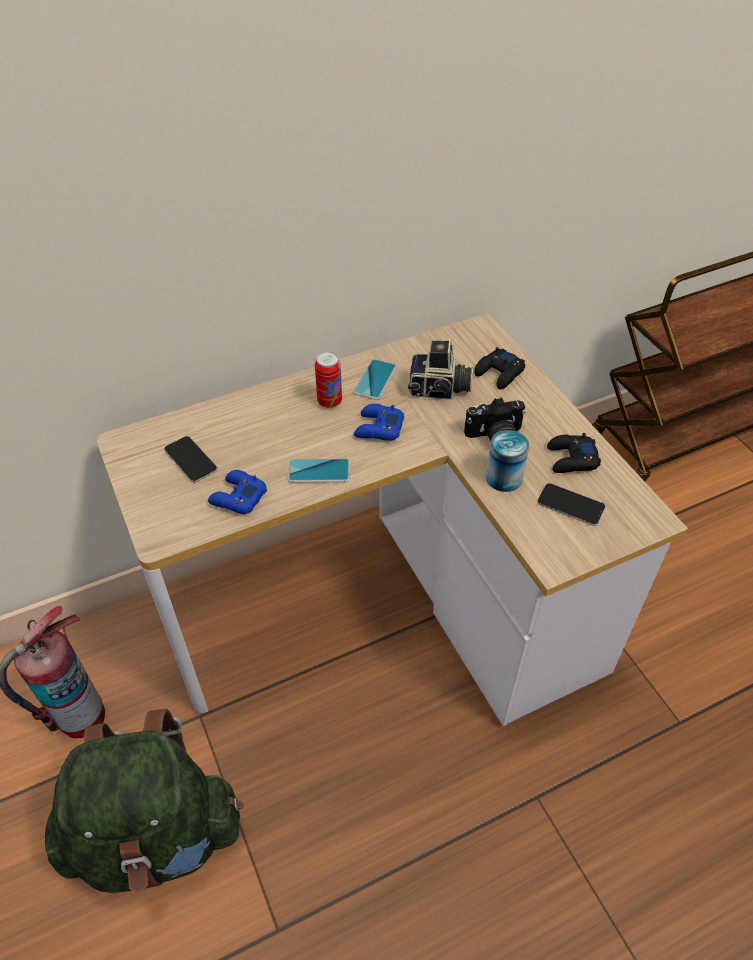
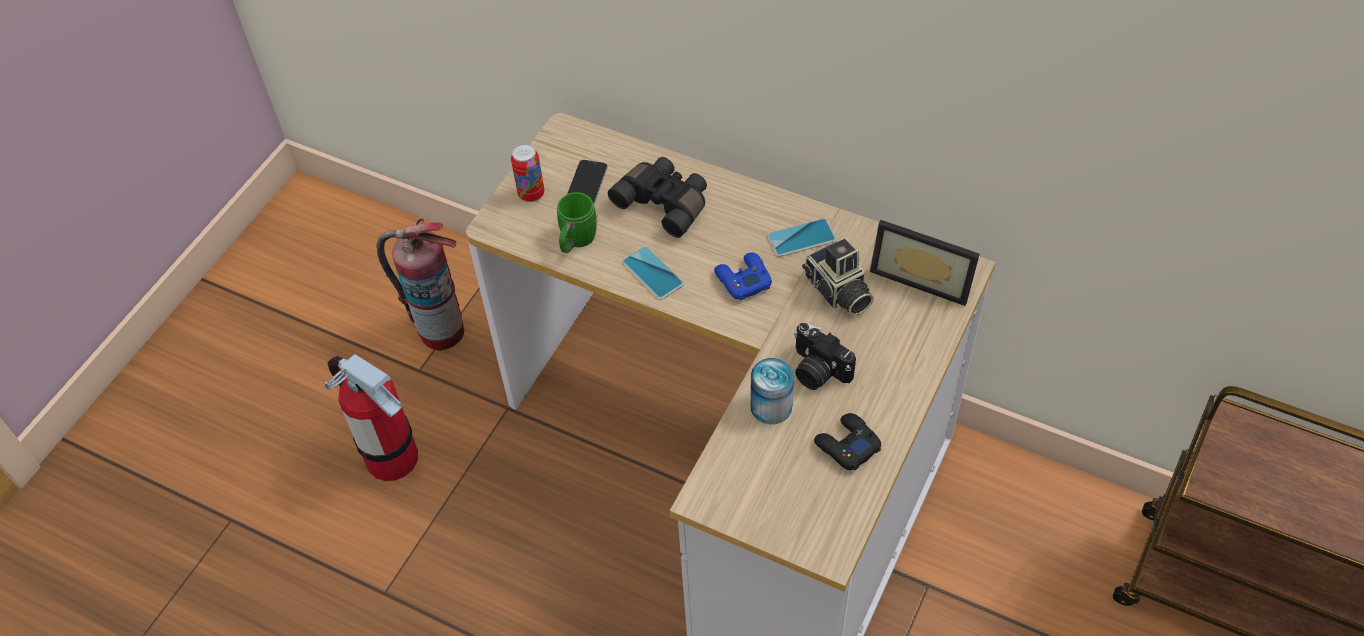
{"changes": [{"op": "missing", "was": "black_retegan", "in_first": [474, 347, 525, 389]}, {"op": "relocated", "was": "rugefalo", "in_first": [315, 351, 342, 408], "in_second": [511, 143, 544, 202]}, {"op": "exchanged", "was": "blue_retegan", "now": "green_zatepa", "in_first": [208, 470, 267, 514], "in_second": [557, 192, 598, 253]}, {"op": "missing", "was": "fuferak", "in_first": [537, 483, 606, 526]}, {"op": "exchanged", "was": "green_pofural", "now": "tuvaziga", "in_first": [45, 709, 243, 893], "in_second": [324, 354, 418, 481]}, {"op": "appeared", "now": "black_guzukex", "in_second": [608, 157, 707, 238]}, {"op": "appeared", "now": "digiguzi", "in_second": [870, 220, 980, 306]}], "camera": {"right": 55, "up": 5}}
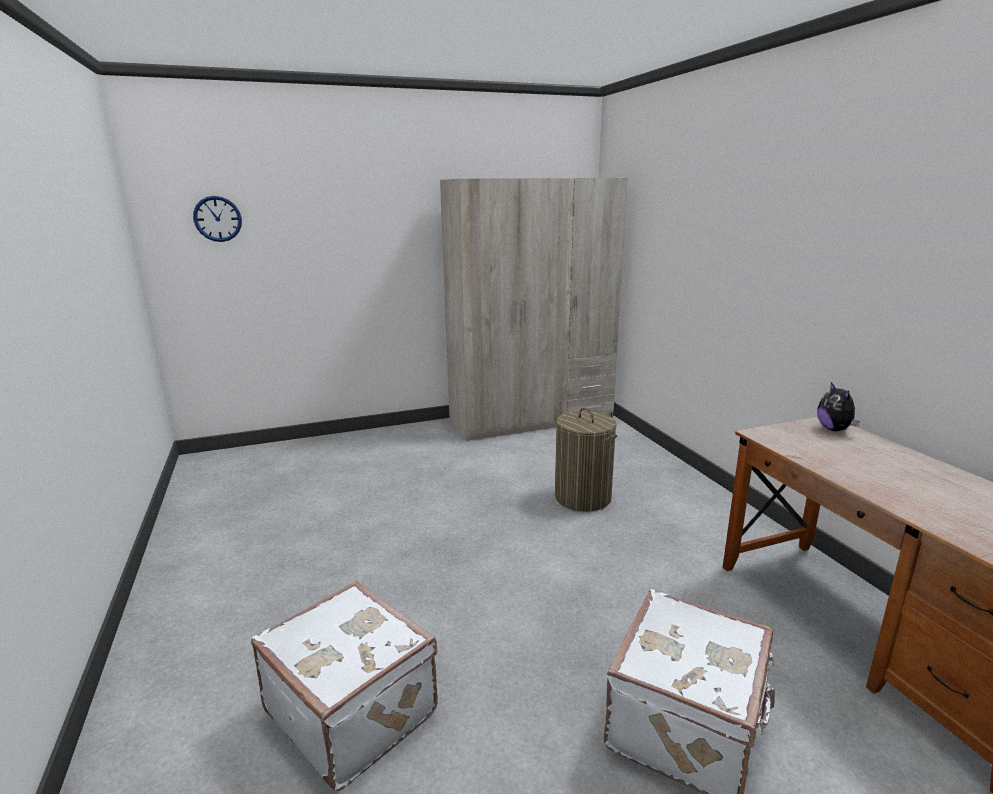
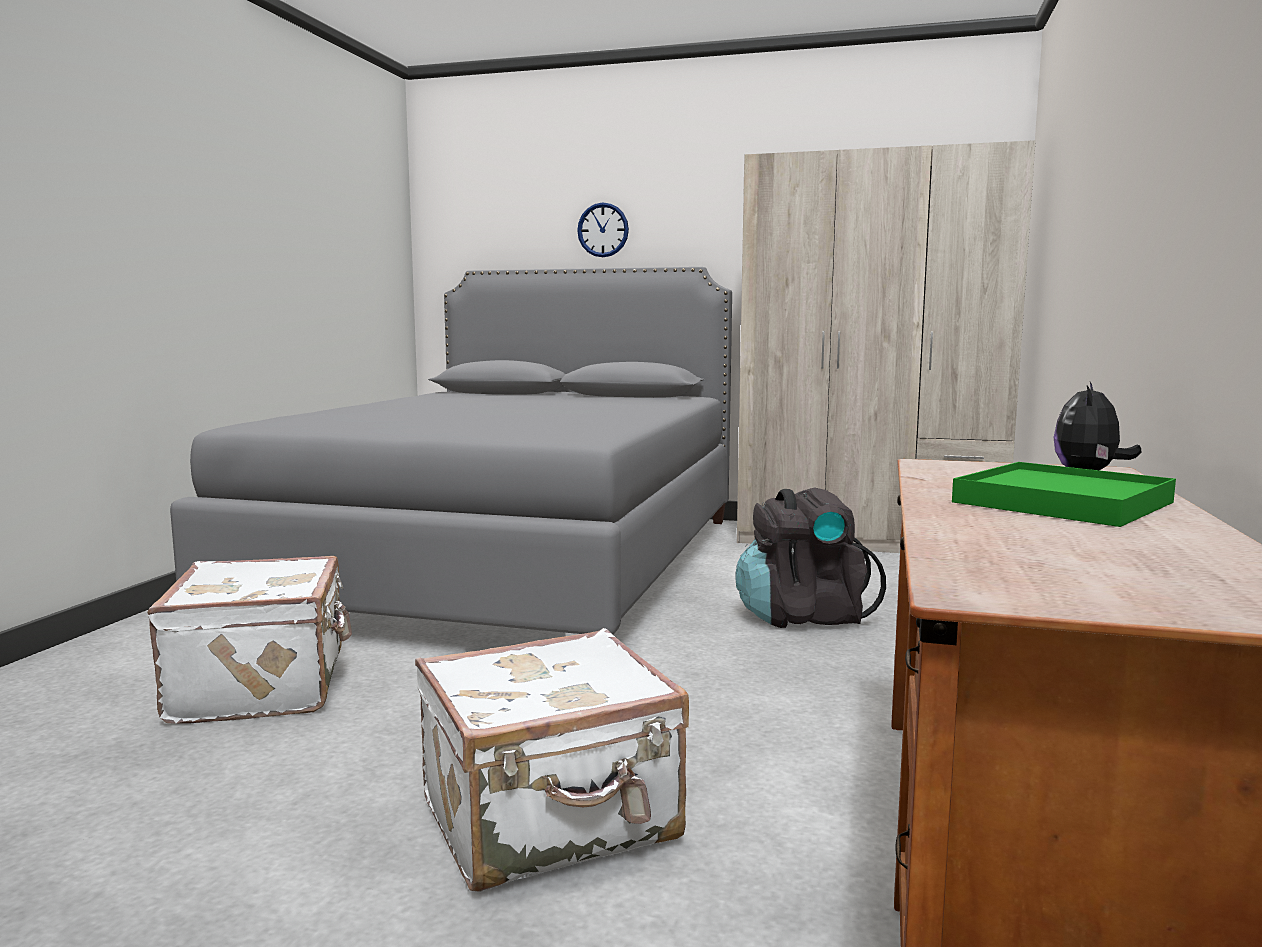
{"changes": [{"op": "relocated", "was": "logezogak", "in_first": [193, 196, 242, 242], "in_second": [577, 202, 629, 257]}, {"op": "exchanged", "was": "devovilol", "now": "black_pofural", "in_first": [555, 408, 617, 512], "in_second": [736, 487, 886, 628]}, {"op": "appeared", "now": "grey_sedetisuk", "in_second": [170, 267, 732, 635]}, {"op": "appeared", "now": "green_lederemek", "in_second": [952, 462, 1176, 527]}], "camera": {"right": 35, "up": -10}}
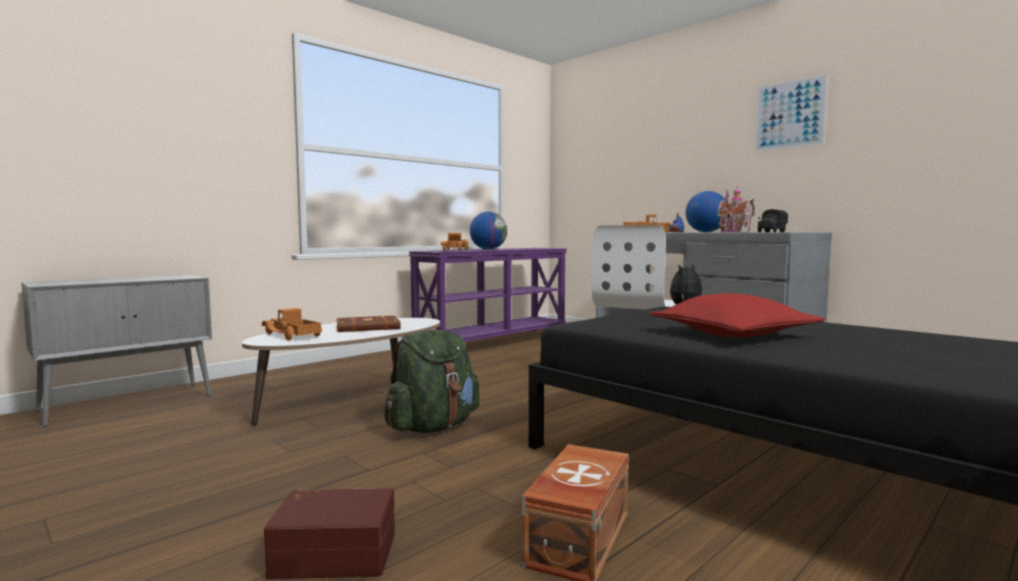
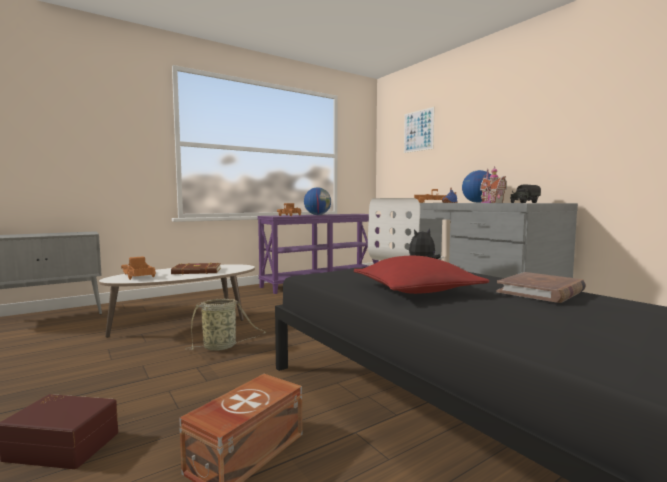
{"changes": [{"op": "relocated", "was": "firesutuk", "in_first": [755, 74, 828, 152], "in_second": [404, 107, 435, 153]}, {"op": "exchanged", "was": "green_pofural", "now": "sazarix", "in_first": [384, 330, 480, 433], "in_second": [185, 299, 266, 351]}, {"op": "appeared", "now": "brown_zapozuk", "in_second": [496, 272, 586, 303]}], "camera": {"right": 10, "up": 0}}
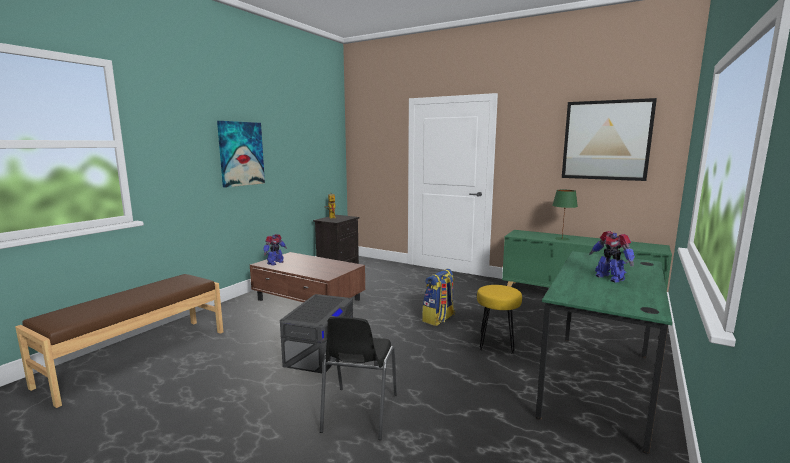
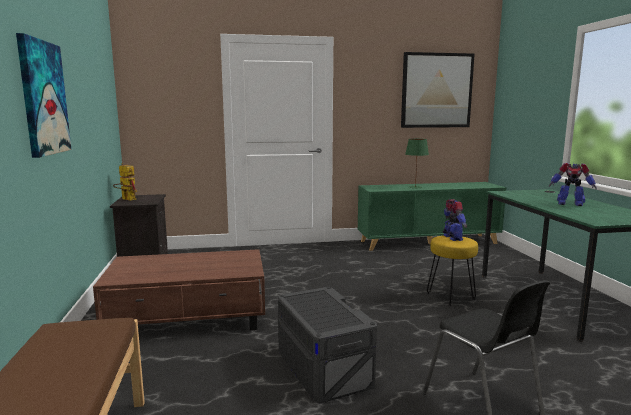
{"changes": [{"op": "relocated", "was": "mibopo", "in_first": [263, 234, 287, 265], "in_second": [443, 199, 467, 241]}, {"op": "missing", "was": "pofural", "in_first": [422, 269, 455, 326]}], "camera": {"right": -40, "up": 0}}
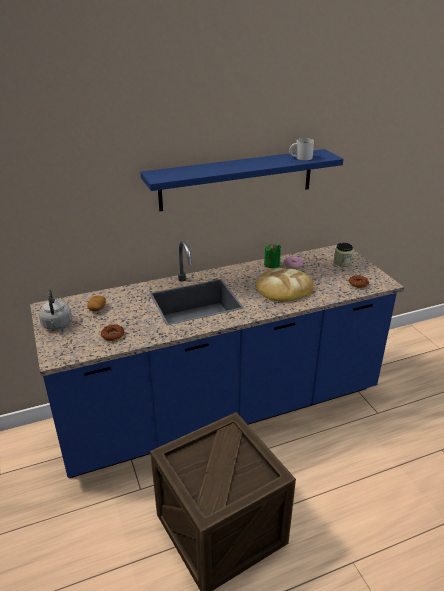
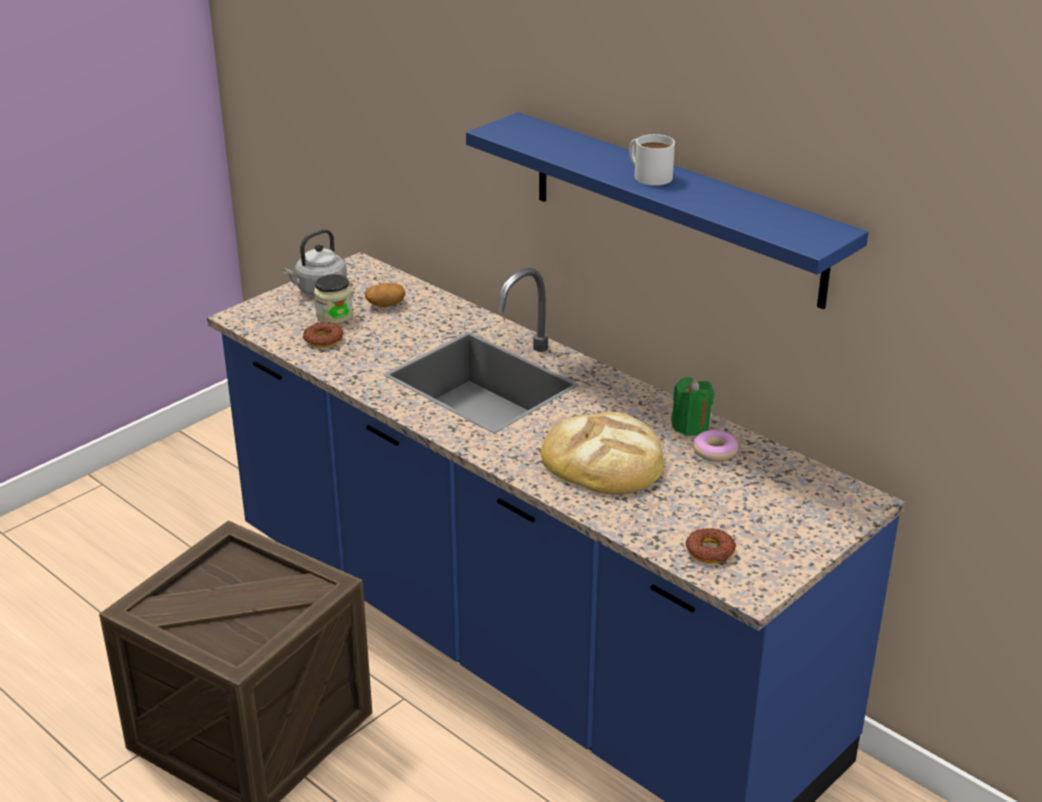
{"changes": [{"op": "relocated", "was": "white_zatepa", "in_first": [289, 138, 314, 160], "in_second": [629, 134, 675, 185]}, {"op": "relocated", "was": "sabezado", "in_first": [334, 243, 354, 267], "in_second": [314, 274, 353, 324]}], "camera": {"right": 65, "up": 0}}
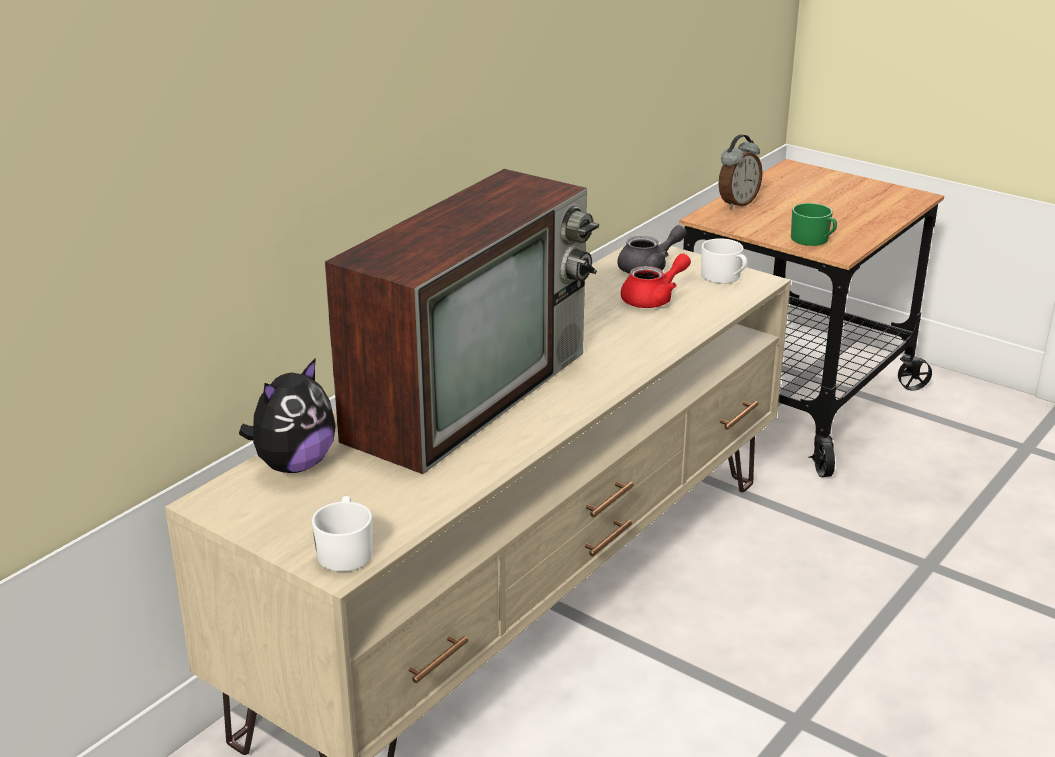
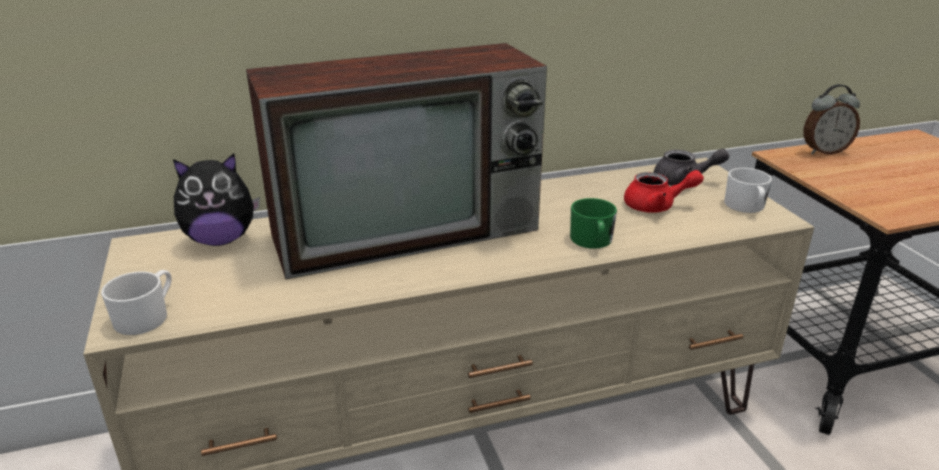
{"changes": [{"op": "relocated", "was": "green_zatepa", "in_first": [791, 203, 837, 246], "in_second": [570, 198, 617, 249]}], "camera": {"right": 35, "up": 0}}
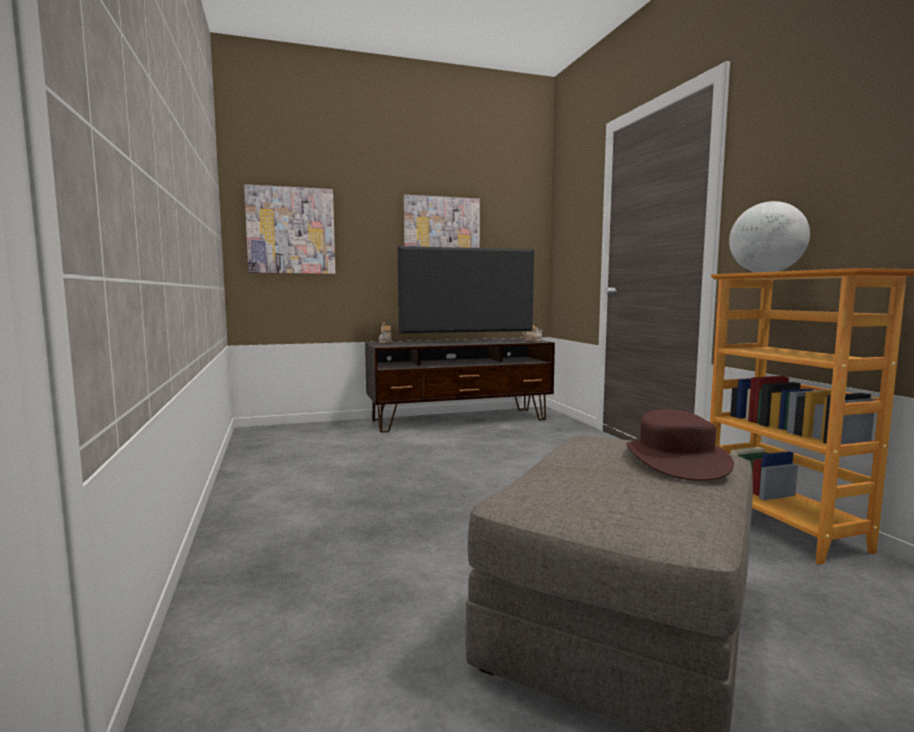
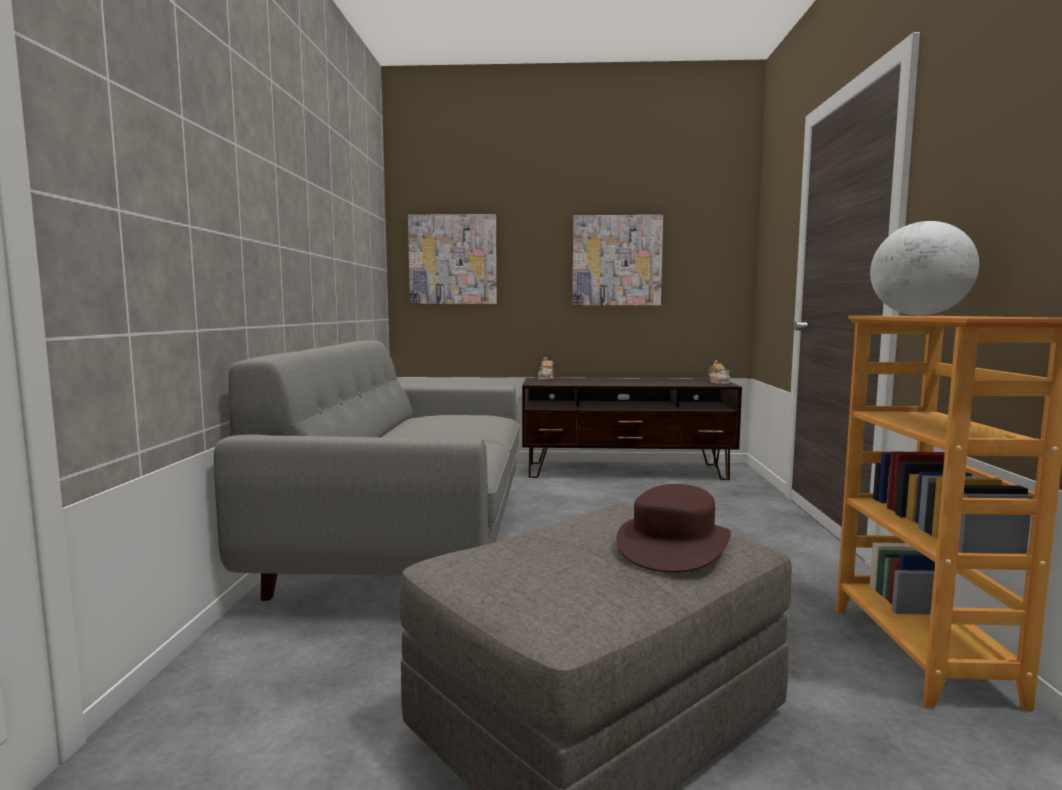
{"changes": [{"op": "missing", "was": "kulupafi", "in_first": [398, 246, 534, 344]}, {"op": "appeared", "now": "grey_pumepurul", "in_second": [214, 340, 519, 601]}], "camera": {"right": 20, "up": 0}}
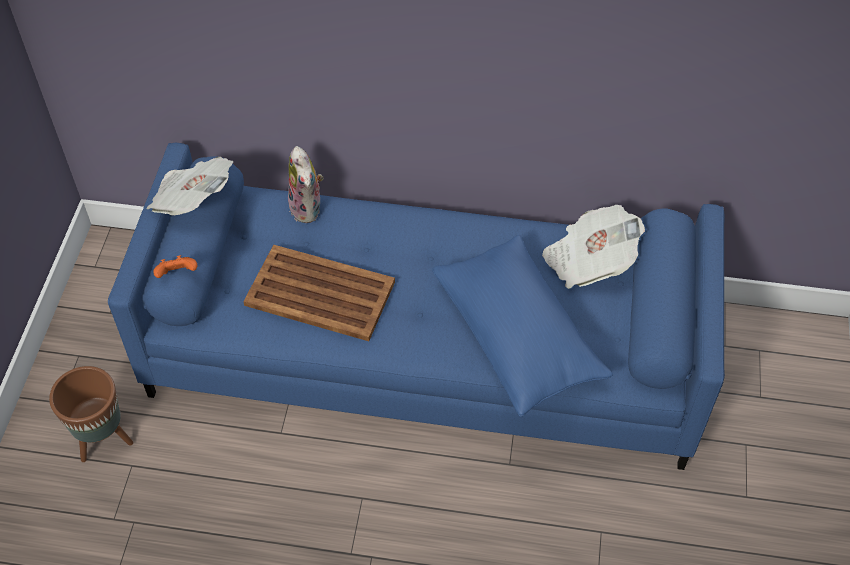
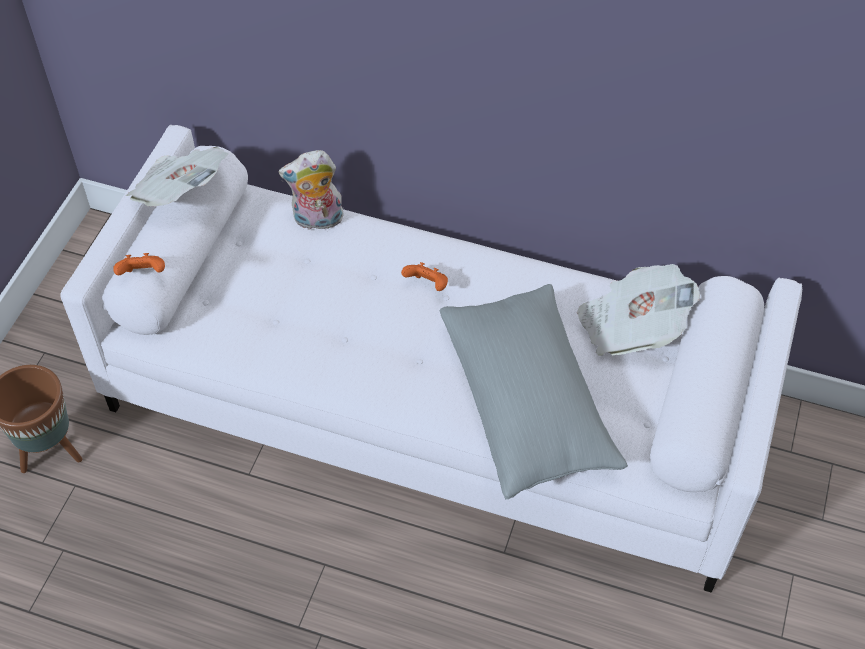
{"changes": [{"op": "colour", "was": "blue_pumepurul", "now": "white_pumepurul", "in_first": [108, 142, 725, 470], "in_second": [60, 125, 802, 593]}, {"op": "spun", "was": "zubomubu", "in_first": [288, 146, 323, 223], "in_second": [279, 150, 344, 230], "clockwise": 90}, {"op": "colour", "was": "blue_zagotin", "now": "grey_zagotin", "in_first": [432, 235, 613, 417], "in_second": [440, 284, 628, 499]}, {"op": "missing", "was": "brown_lederemek", "in_first": [243, 244, 395, 341]}, {"op": "appeared", "now": "orange_retegan", "in_second": [401, 262, 448, 291]}], "camera": {"right": 10, "up": 0}}
